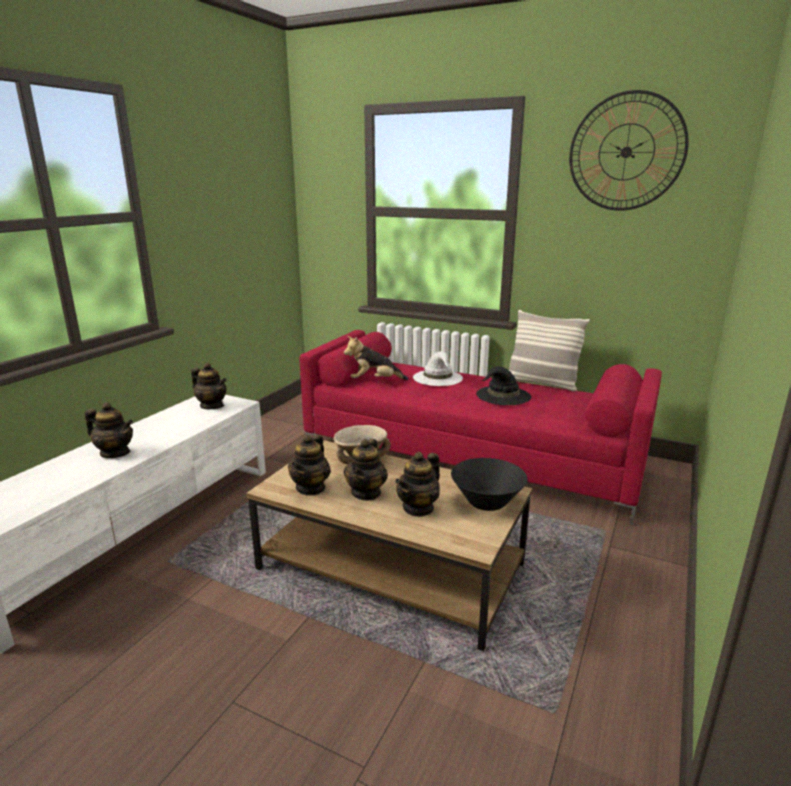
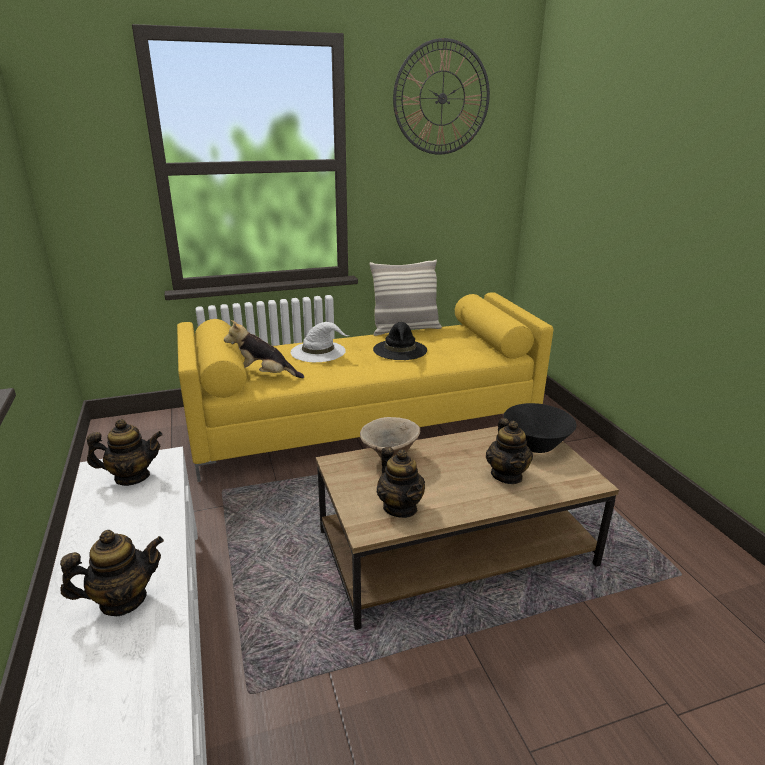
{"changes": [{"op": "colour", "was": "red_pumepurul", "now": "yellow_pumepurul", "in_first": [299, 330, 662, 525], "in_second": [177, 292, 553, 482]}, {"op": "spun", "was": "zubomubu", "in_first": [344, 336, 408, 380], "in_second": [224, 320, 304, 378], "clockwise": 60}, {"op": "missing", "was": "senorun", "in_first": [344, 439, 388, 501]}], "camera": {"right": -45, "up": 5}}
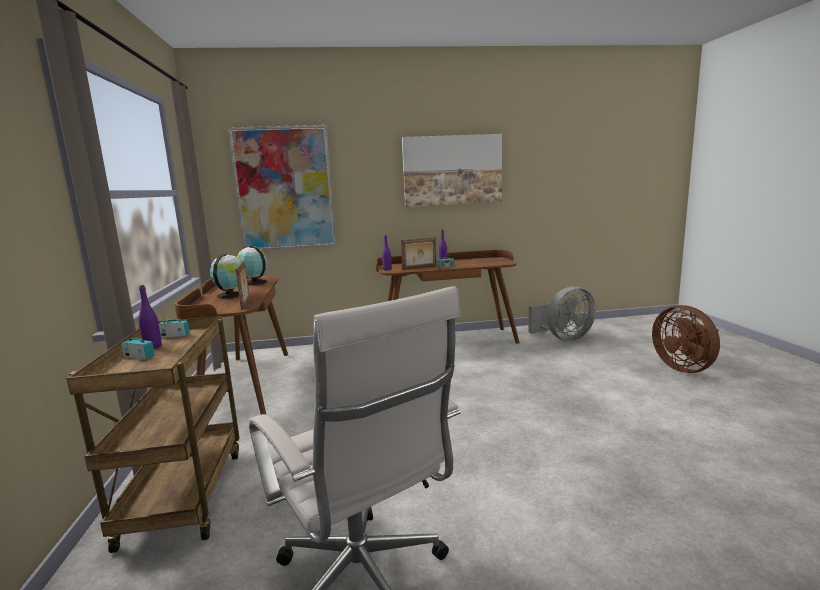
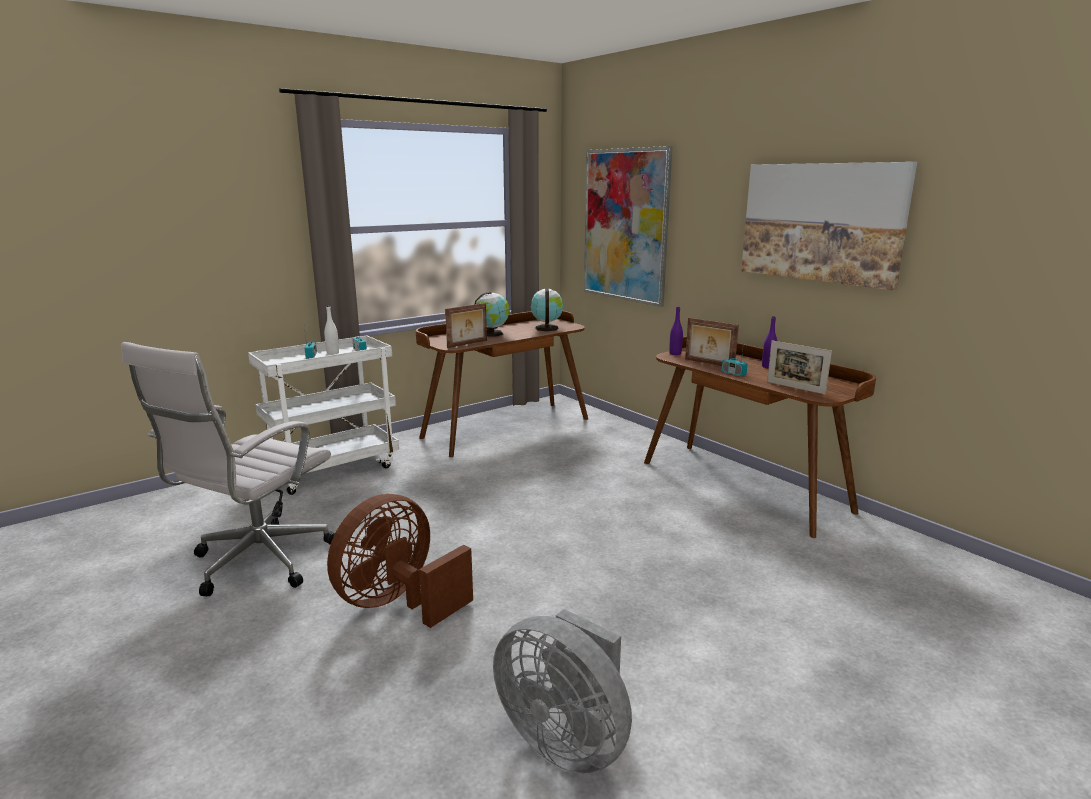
{"changes": [{"op": "colour", "was": "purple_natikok", "now": "white_natikok", "in_first": [139, 285, 162, 349], "in_second": [324, 305, 339, 355]}, {"op": "relocated", "was": "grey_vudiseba", "in_first": [528, 286, 596, 341], "in_second": [493, 609, 632, 774]}, {"op": "relocated", "was": "brown_vudiseba", "in_first": [652, 305, 720, 373], "in_second": [327, 494, 473, 628]}, {"op": "colour", "was": "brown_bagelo", "now": "white_bagelo", "in_first": [66, 316, 240, 553], "in_second": [248, 335, 399, 495]}, {"op": "appeared", "now": "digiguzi", "in_second": [767, 340, 832, 394]}], "camera": {"right": 60, "up": 5}}
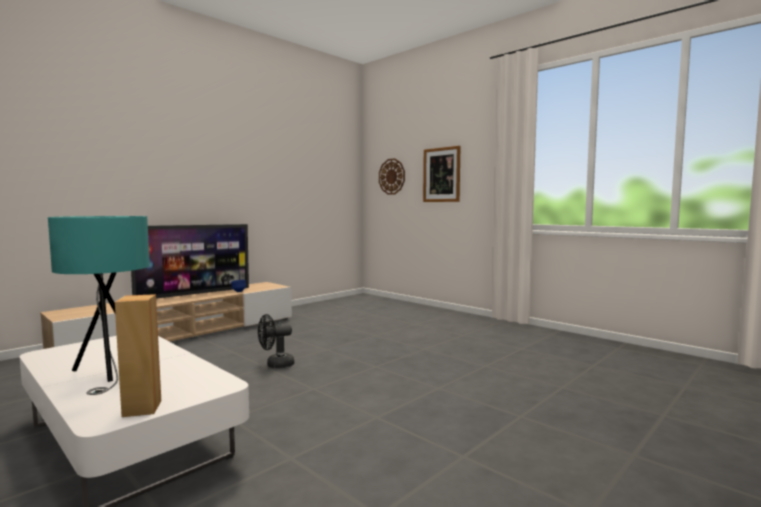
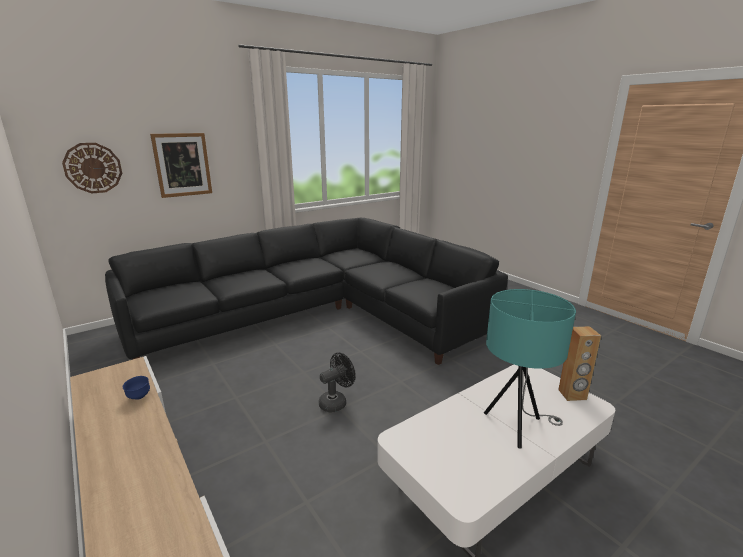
{"changes": [{"op": "missing", "was": "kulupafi", "in_first": [131, 224, 249, 299]}, {"op": "spun", "was": "black_vudiseba", "in_first": [258, 314, 294, 368], "in_second": [319, 353, 355, 413], "clockwise": -120}, {"op": "appeared", "now": "black_pumepurul", "in_second": [105, 218, 508, 365]}], "camera": {"right": -80, "up": 15}}
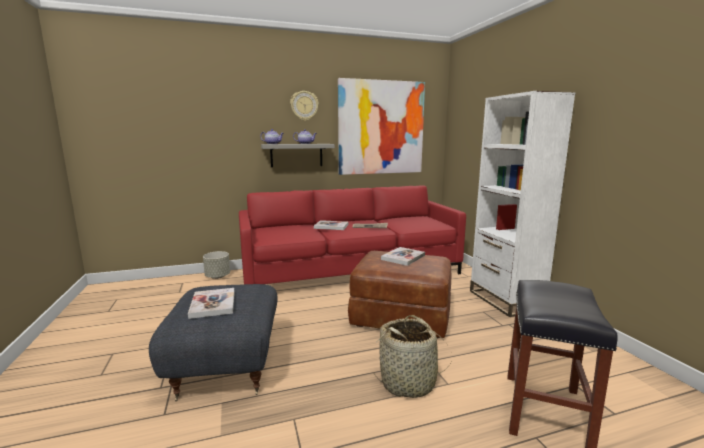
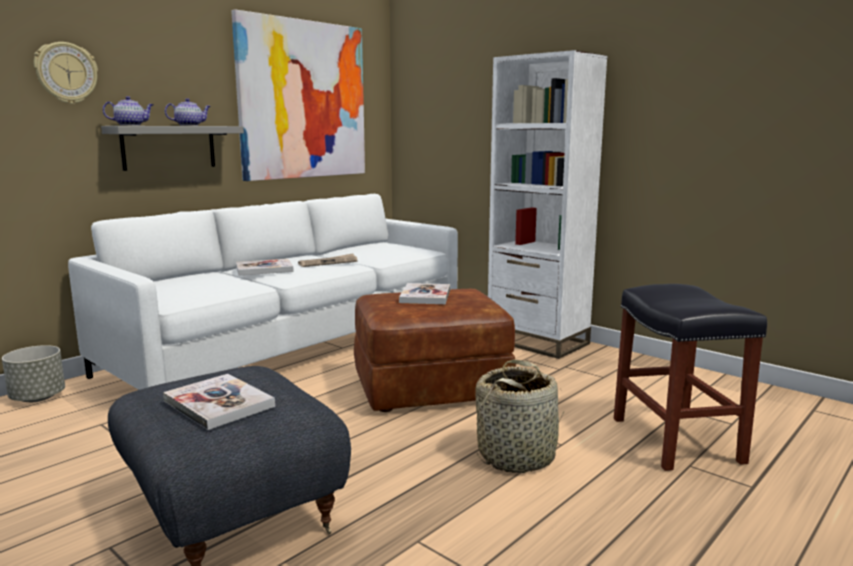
{"changes": [{"op": "relocated", "was": "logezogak", "in_first": [290, 91, 319, 121], "in_second": [34, 42, 98, 104]}, {"op": "colour", "was": "red_pumepurul", "now": "white_pumepurul", "in_first": [239, 185, 466, 284], "in_second": [68, 194, 458, 390]}], "camera": {"right": -30, "up": 0}}
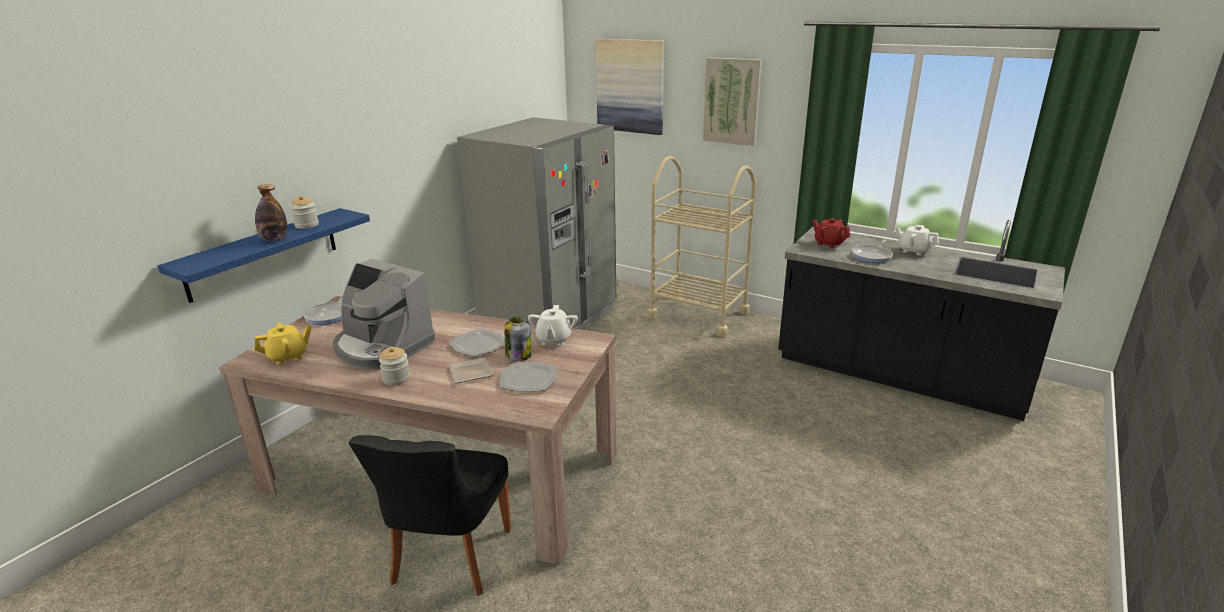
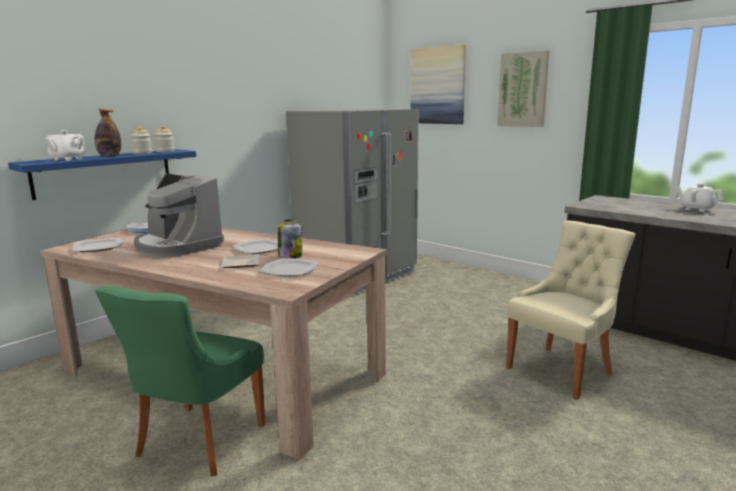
{"changes": [{"op": "missing", "was": "beige_bagelo", "in_first": [647, 156, 756, 337]}, {"op": "missing", "was": "red_senorun", "in_first": [812, 218, 850, 248]}, {"op": "missing", "was": "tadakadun", "in_first": [852, 240, 893, 263]}, {"op": "relocated", "was": "white_senorun", "in_first": [528, 305, 578, 346], "in_second": [45, 130, 86, 161]}, {"op": "exchanged", "was": "yellow_senorun", "now": "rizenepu", "in_first": [254, 322, 312, 365], "in_second": [72, 238, 123, 252]}, {"op": "relocated", "was": "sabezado", "in_first": [379, 347, 410, 386], "in_second": [154, 126, 175, 152]}, {"op": "colour", "was": "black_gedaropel", "now": "green_gedaropel", "in_first": [349, 435, 511, 596], "in_second": [95, 286, 265, 477]}, {"op": "appeared", "now": "beige_gedaropel", "in_second": [506, 220, 635, 400]}], "camera": {"right": 10, "up": -10}}
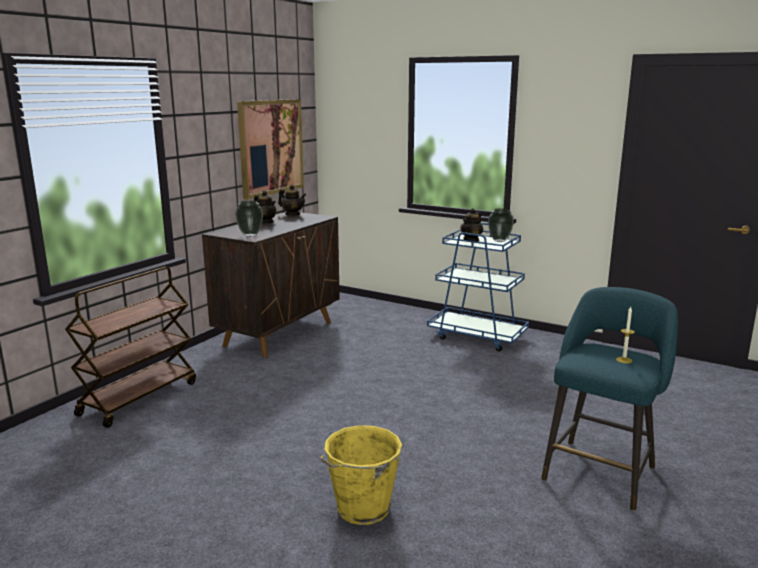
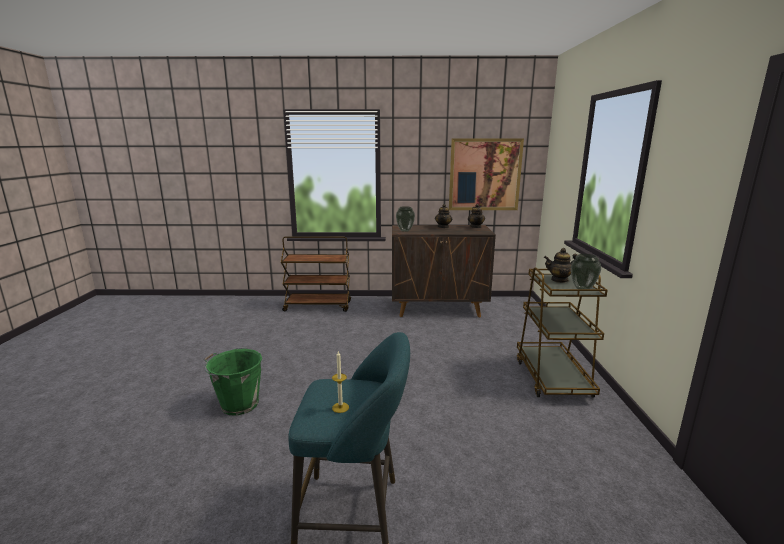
{"changes": [{"op": "colour", "was": "blue_bagelo", "now": "brown_bagelo", "in_first": [427, 223, 529, 352], "in_second": [517, 267, 608, 398]}, {"op": "colour", "was": "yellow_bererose", "now": "green_bererose", "in_first": [320, 425, 402, 525], "in_second": [204, 347, 262, 416]}], "camera": {"right": 60, "up": 0}}
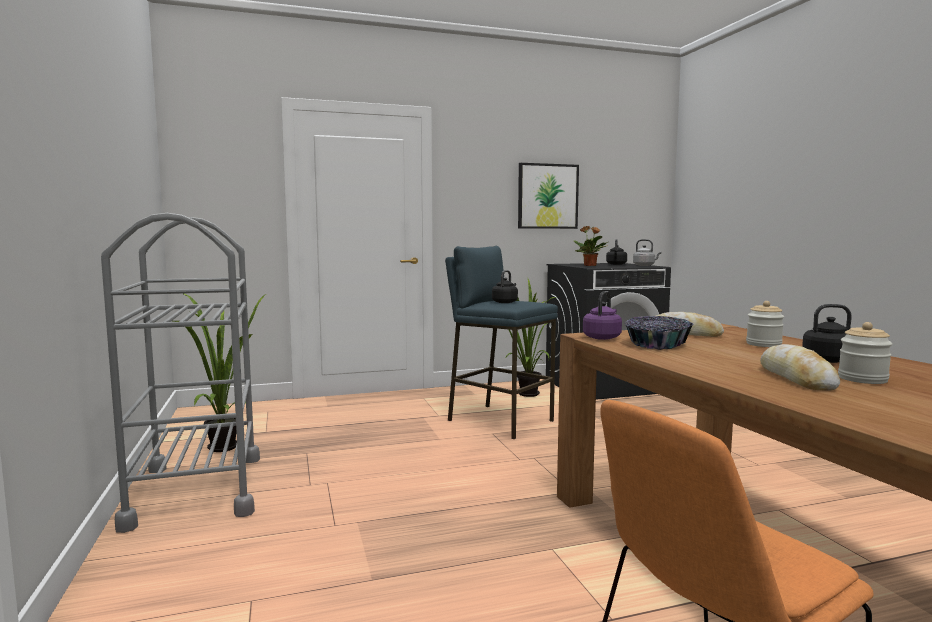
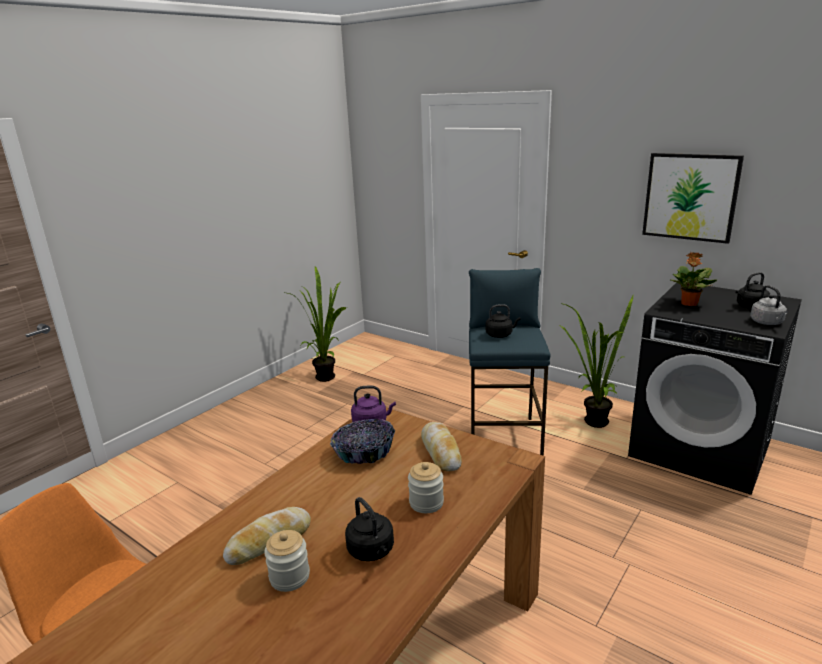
{"changes": [{"op": "missing", "was": "grey_bagelo", "in_first": [101, 213, 260, 533]}], "camera": {"right": 55, "up": 15}}
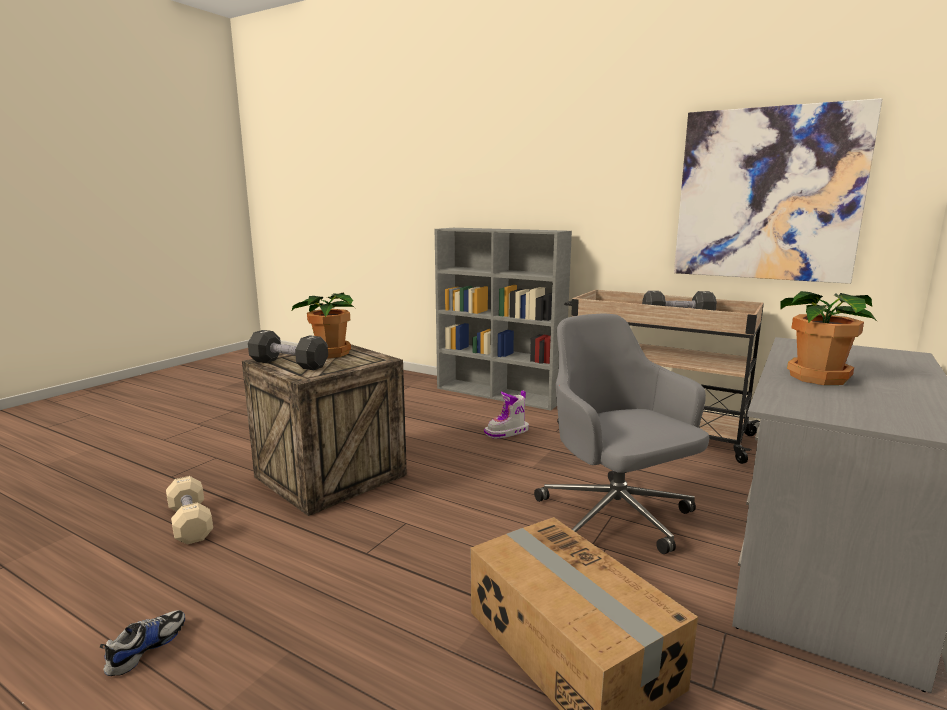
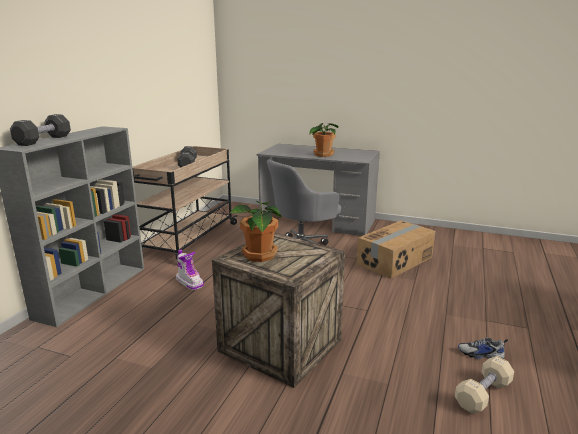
{"changes": [{"op": "missing", "was": "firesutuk", "in_first": [674, 98, 883, 284]}, {"op": "relocated", "was": "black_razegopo", "in_first": [248, 330, 328, 370], "in_second": [10, 114, 71, 146]}, {"op": "relocated", "was": "beige_razegopo", "in_first": [166, 476, 213, 545], "in_second": [455, 356, 514, 414]}], "camera": {"right": -100, "up": 5}}
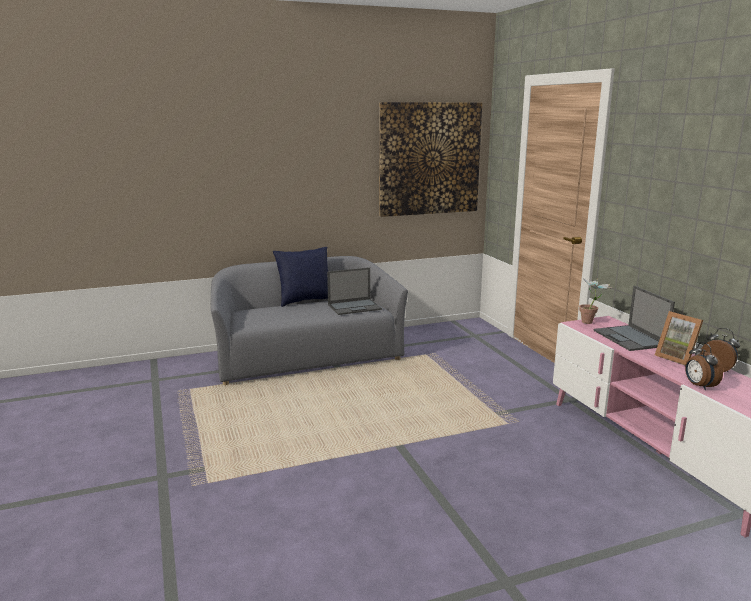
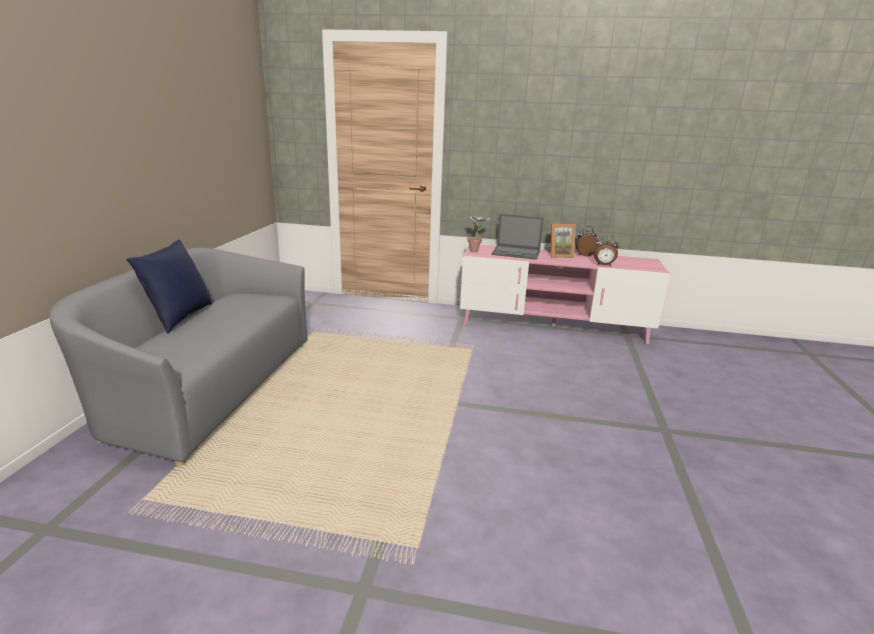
{"changes": [{"op": "missing", "was": "firesutuk", "in_first": [379, 102, 482, 217]}, {"op": "missing", "was": "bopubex", "in_first": [327, 267, 382, 315]}], "camera": {"right": -60, "up": 5}}
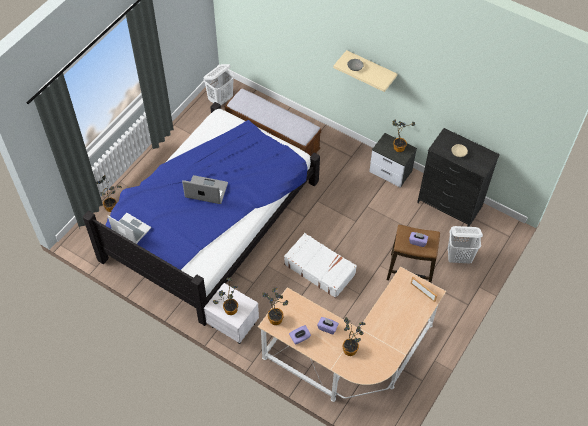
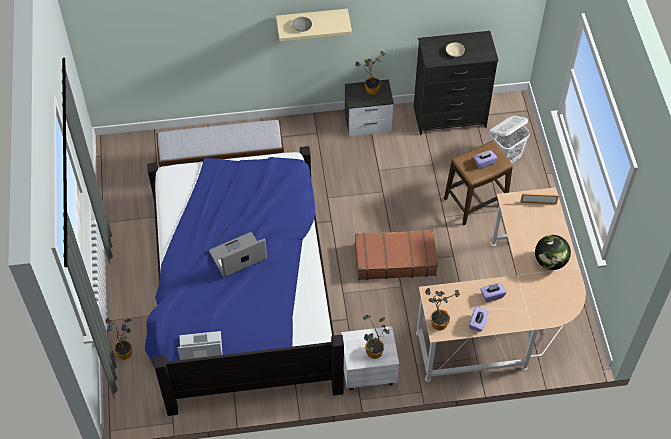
{"changes": [{"op": "missing", "was": "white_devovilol", "in_first": [204, 64, 234, 105]}, {"op": "colour", "was": "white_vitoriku", "now": "brown_vitoriku", "in_first": [284, 233, 357, 298], "in_second": [355, 229, 438, 280]}, {"op": "missing", "was": "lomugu", "in_first": [342, 317, 365, 356]}, {"op": "appeared", "now": "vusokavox", "in_second": [535, 235, 571, 270]}], "camera": {"right": -40, "up": 0}}
